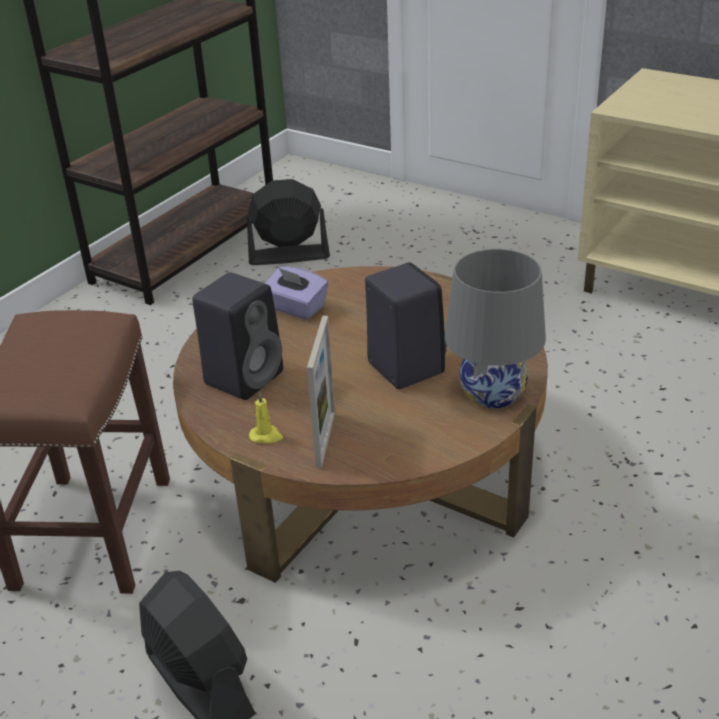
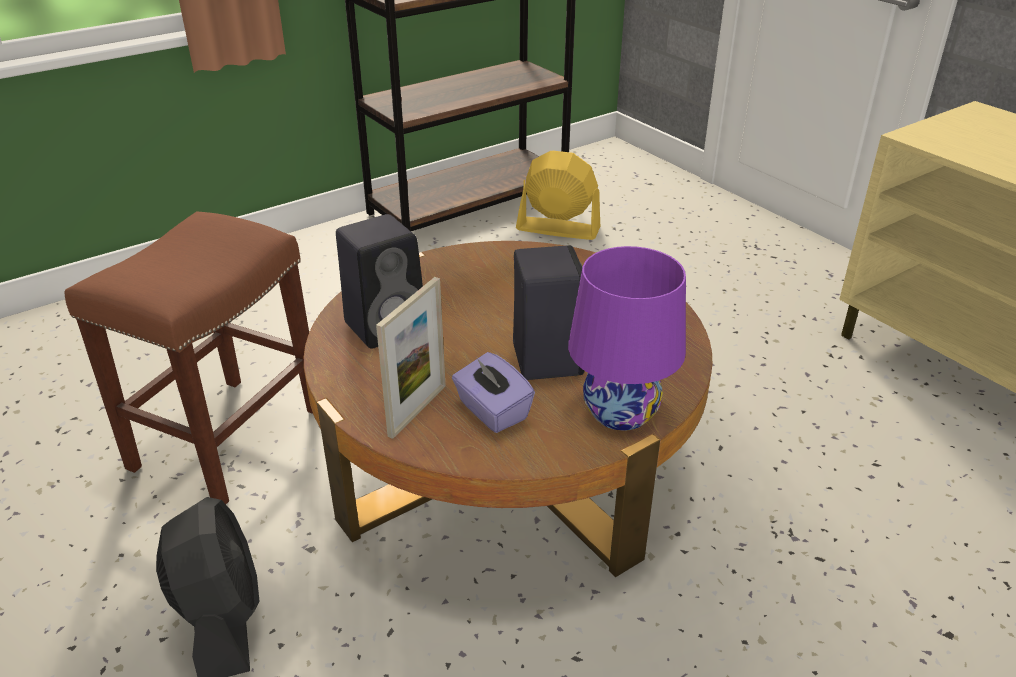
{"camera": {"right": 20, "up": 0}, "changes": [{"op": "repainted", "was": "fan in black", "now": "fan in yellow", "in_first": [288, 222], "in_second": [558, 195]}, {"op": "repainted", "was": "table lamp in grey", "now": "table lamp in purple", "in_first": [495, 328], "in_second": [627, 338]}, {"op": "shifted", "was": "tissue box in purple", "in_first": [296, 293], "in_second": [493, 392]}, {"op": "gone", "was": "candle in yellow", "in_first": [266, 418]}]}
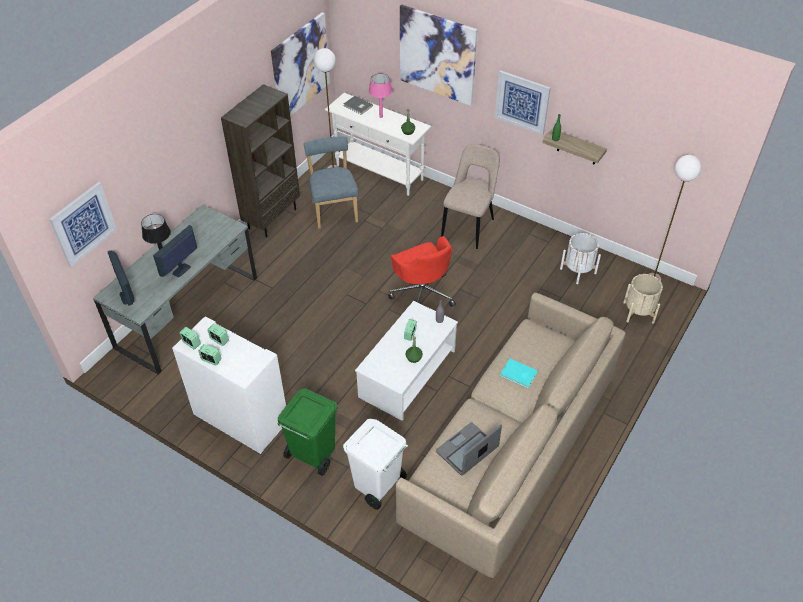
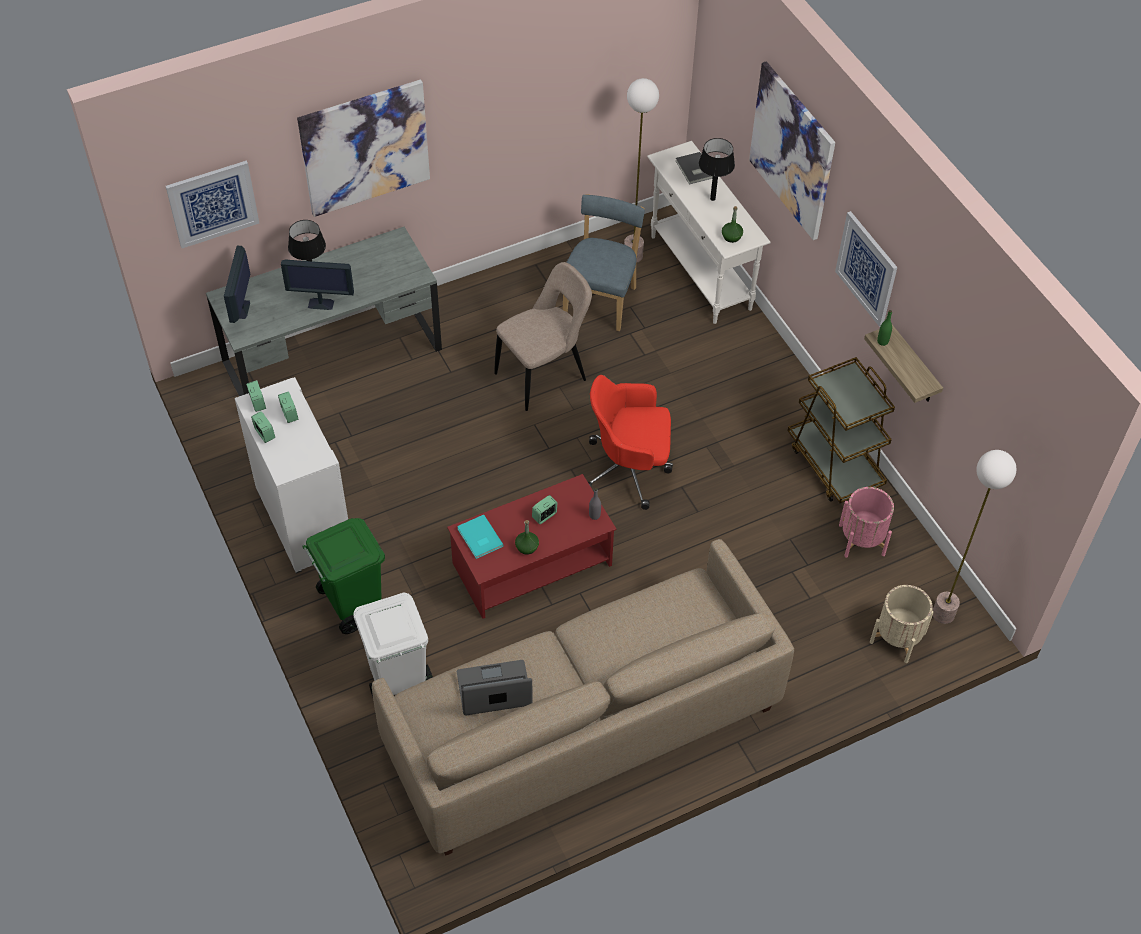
{"camera": {"right": 30, "up": 5}, "changes": [{"op": "shifted", "was": "picture", "in_first": [300, 64], "in_second": [363, 148]}, {"op": "repainted", "was": "table lamp in pink", "now": "table lamp in black", "in_first": [380, 95], "in_second": [717, 169]}, {"op": "gone", "was": "bookcase in brown", "in_first": [260, 161]}, {"op": "shifted", "was": "chair in beige", "in_first": [470, 196], "in_second": [543, 336]}, {"op": "rotated", "was": "monitor", "in_first": [175, 251], "in_second": [317, 284], "clockwise": -150}, {"op": "repainted", "was": "planter in white", "now": "planter in pink", "in_first": [580, 258], "in_second": [866, 522]}, {"op": "rotated", "was": "office chair in red", "in_first": [422, 271], "in_second": [630, 442], "clockwise": 90}, {"op": "repainted", "was": "coffee table in white", "now": "coffee table in red", "in_first": [406, 361], "in_second": [531, 546]}, {"op": "shifted", "was": "book in turquoise", "in_first": [519, 373], "in_second": [480, 537]}, {"op": "new", "now": "cart in brown", "in_second": [841, 430]}]}
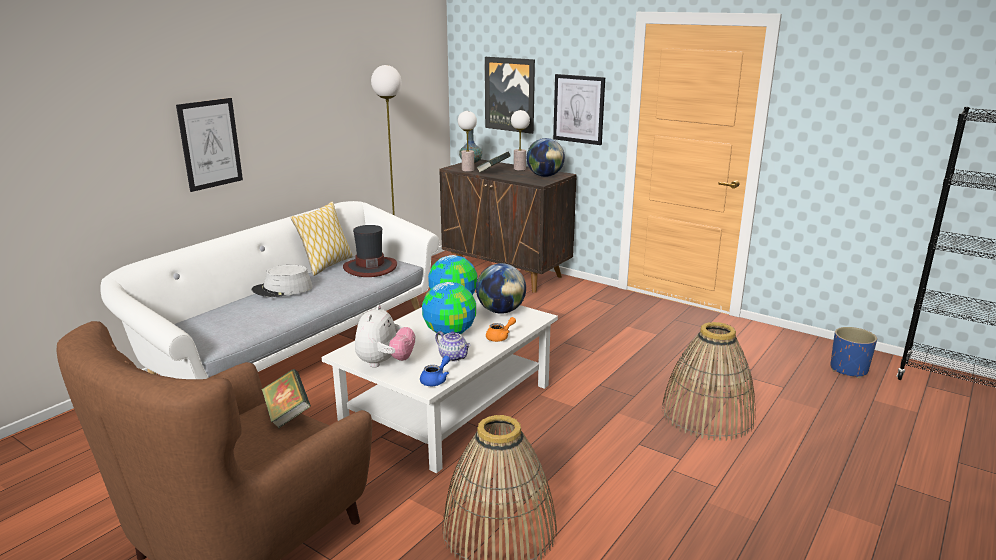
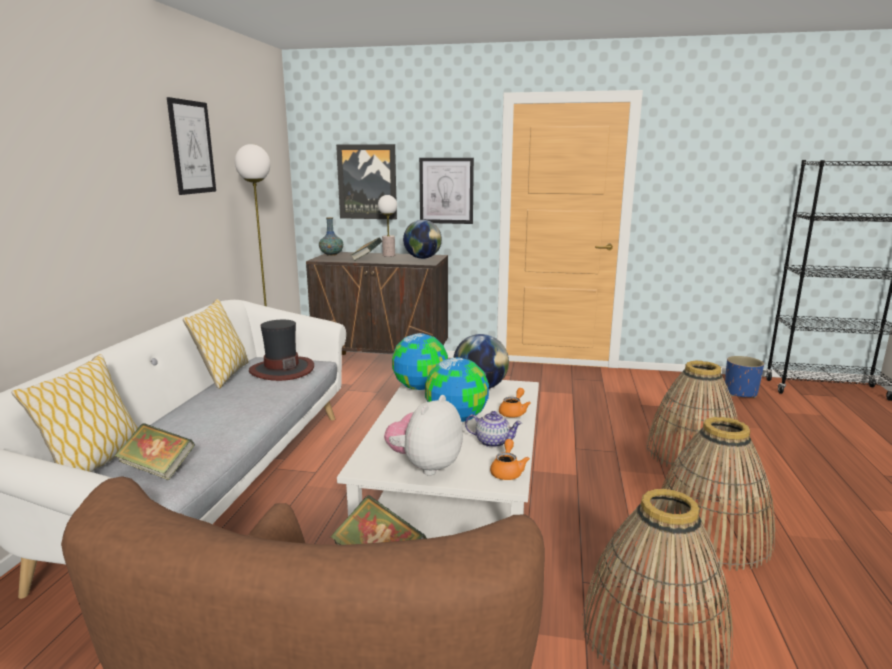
{"camera": {"right": -25, "up": -5}, "changes": [{"op": "shifted", "was": "picture", "in_first": [209, 145], "in_second": [191, 146]}, {"op": "gone", "was": "table lamp", "in_first": [467, 141]}, {"op": "gone", "was": "hat in grey", "in_first": [282, 281]}, {"op": "rotated", "was": "plush toy", "in_first": [385, 336], "in_second": [423, 435], "clockwise": -135}, {"op": "repainted", "was": "teapot in blue", "now": "teapot in orange", "in_first": [435, 370], "in_second": [510, 459]}, {"op": "new", "now": "pillow", "in_second": [74, 413]}, {"op": "new", "now": "basket", "in_second": [717, 494]}, {"op": "new", "now": "book", "in_second": [155, 451]}]}
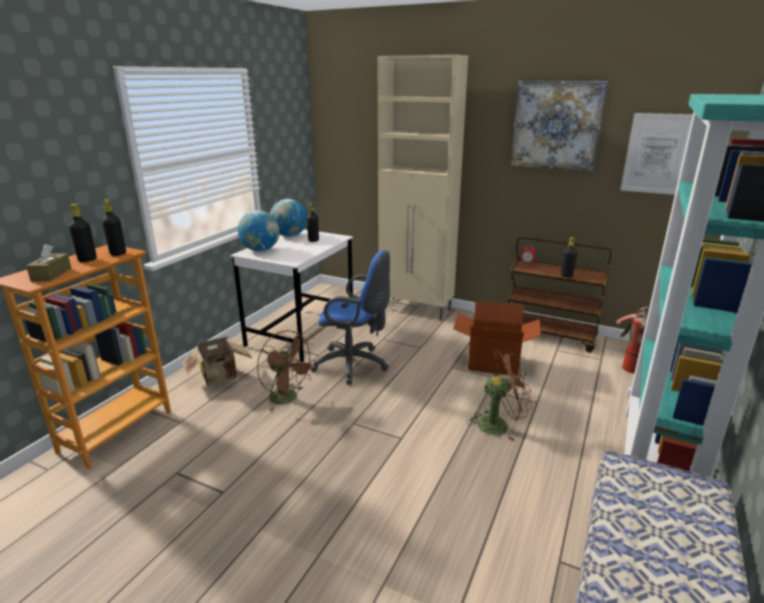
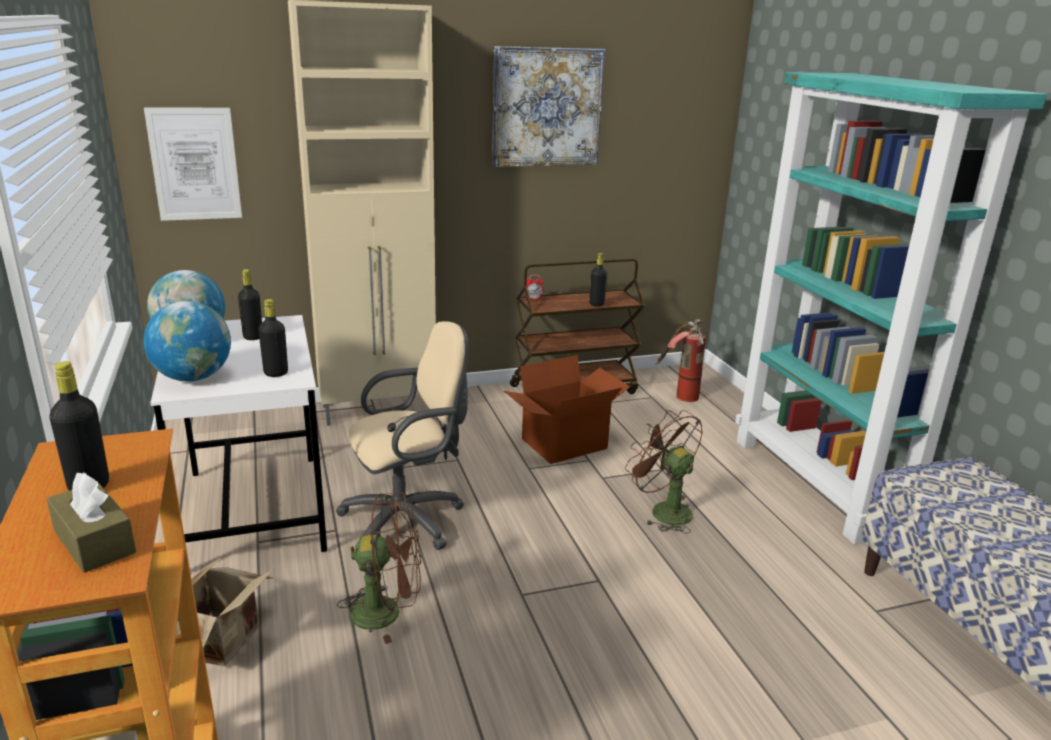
{"camera": {"right": -45, "up": 0}, "changes": [{"op": "shifted", "was": "picture", "in_first": [656, 154], "in_second": [193, 164]}, {"op": "shifted", "was": "bottle in black", "in_first": [114, 227], "in_second": [273, 338]}, {"op": "repainted", "was": "office chair in blue", "now": "office chair in beige", "in_first": [350, 317], "in_second": [402, 435]}, {"op": "rotated", "was": "fan in brown", "in_first": [500, 395], "in_second": [664, 472], "clockwise": -75}]}
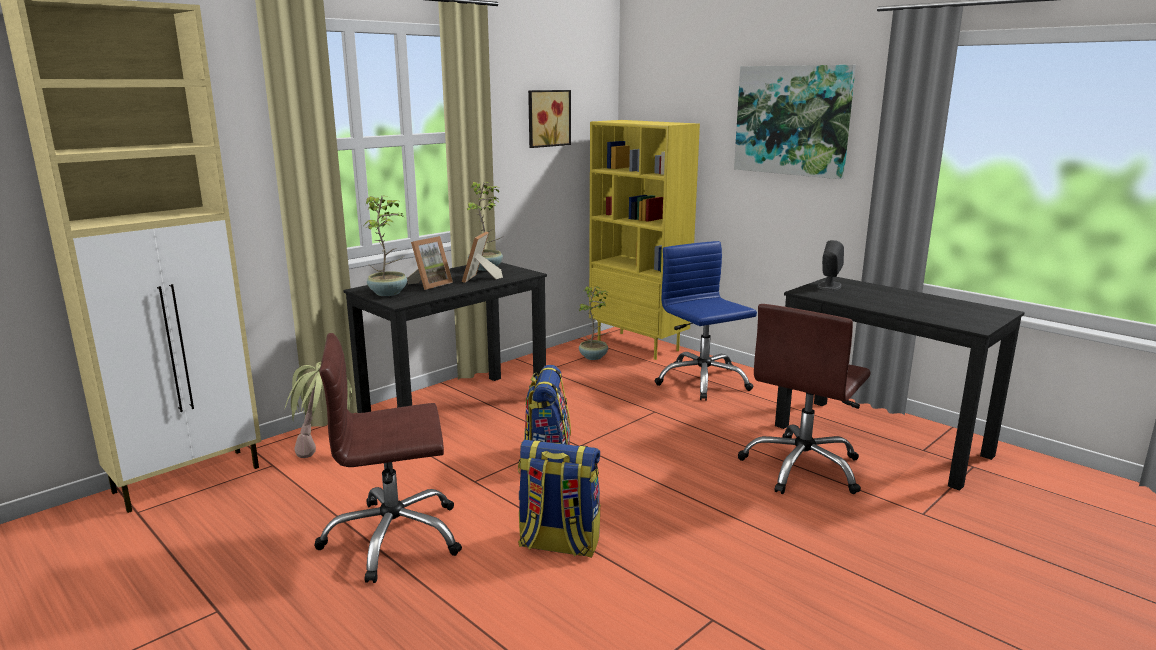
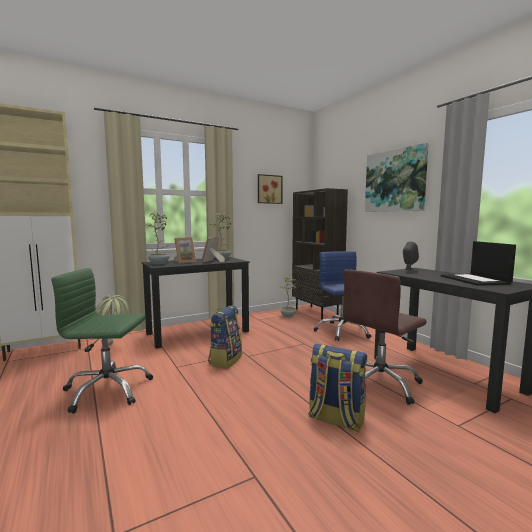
{"camera": {"right": 15, "up": -10}, "changes": [{"op": "repainted", "was": "bookcase in yellow", "now": "bookcase in brown", "in_first": [644, 240], "in_second": [320, 254]}, {"op": "repainted", "was": "office chair in brown", "now": "office chair in green", "in_first": [388, 458], "in_second": [102, 341]}, {"op": "shifted", "was": "backpack", "in_first": [559, 499], "in_second": [337, 388]}, {"op": "new", "now": "laptop", "in_second": [478, 263]}]}
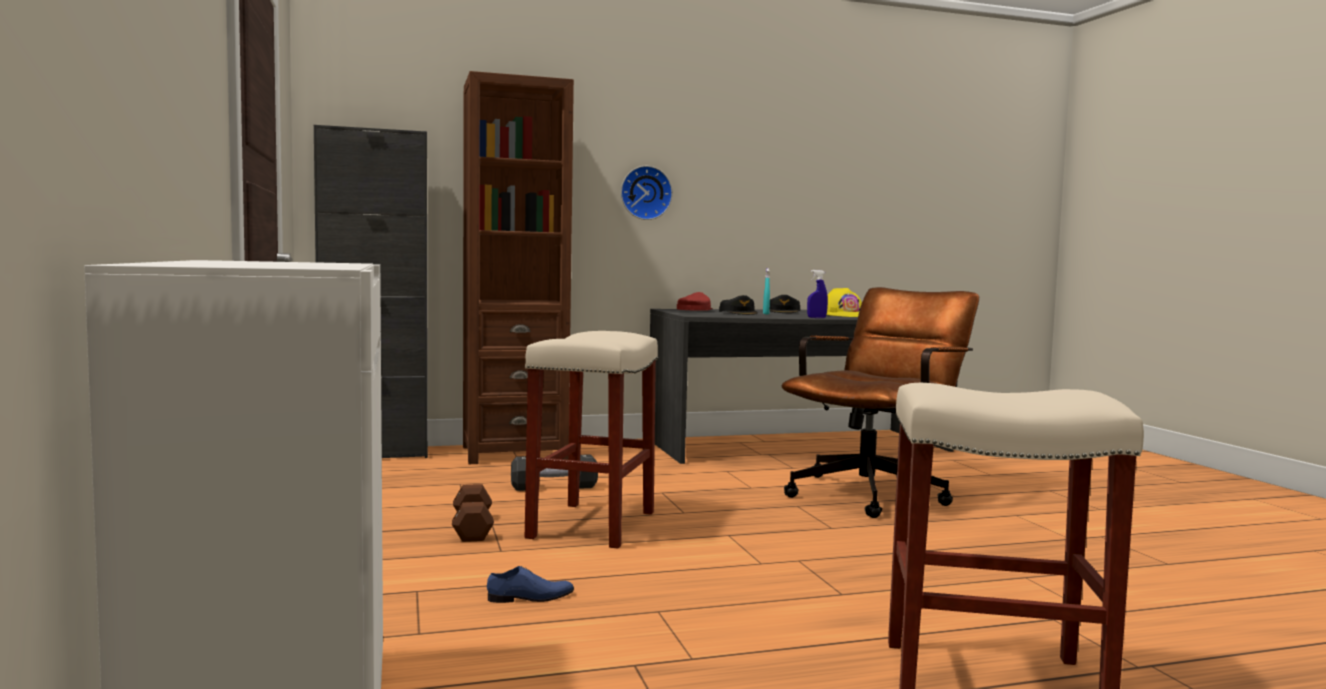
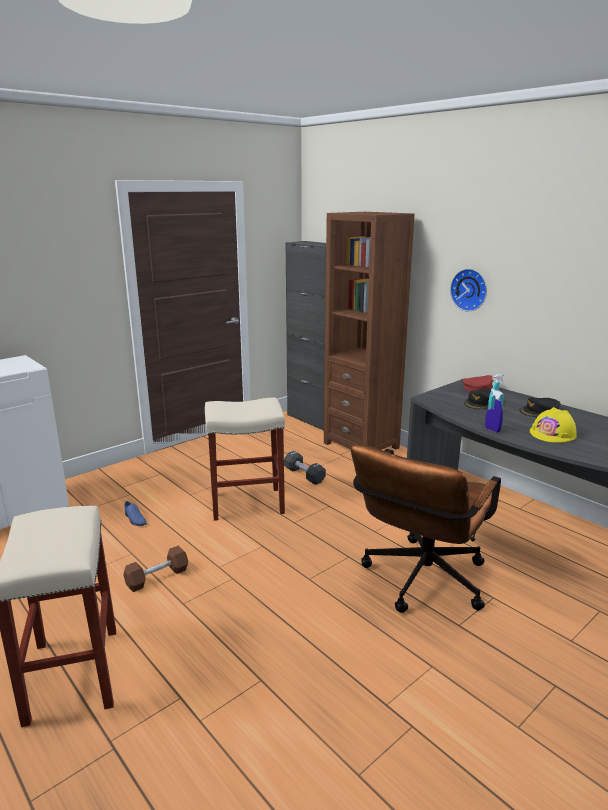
{"camera": {"right": 65, "up": 15}, "changes": [{"op": "rotated", "was": "office chair in brown", "in_first": [880, 402], "in_second": [425, 528], "clockwise": 105}, {"op": "shifted", "was": "dumbbell in brown", "in_first": [473, 513], "in_second": [155, 569]}]}
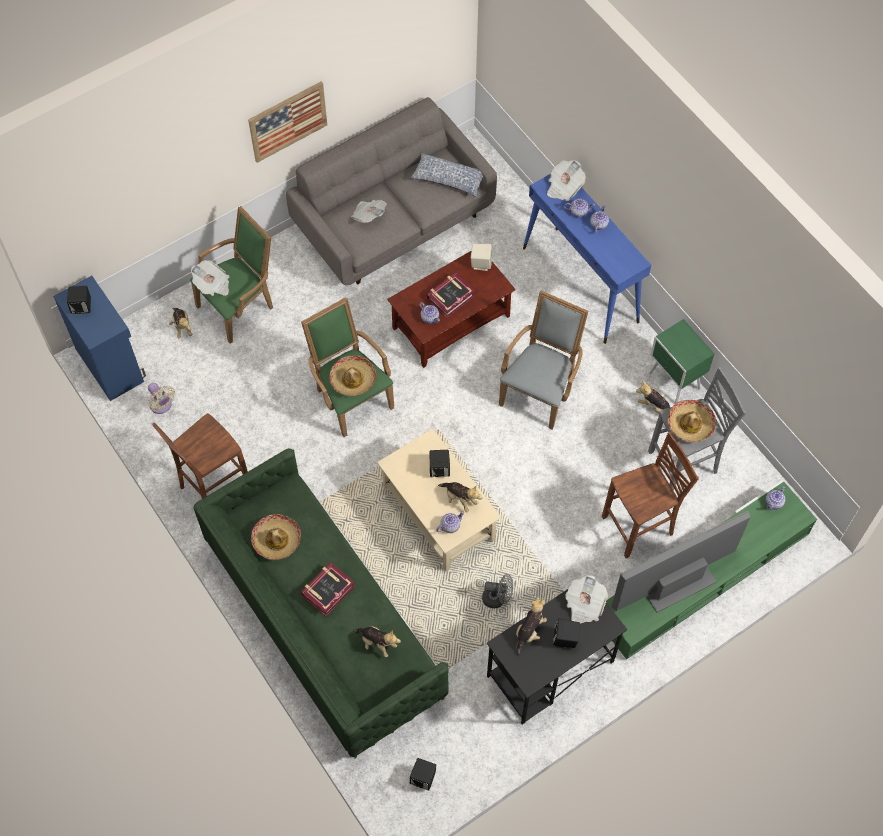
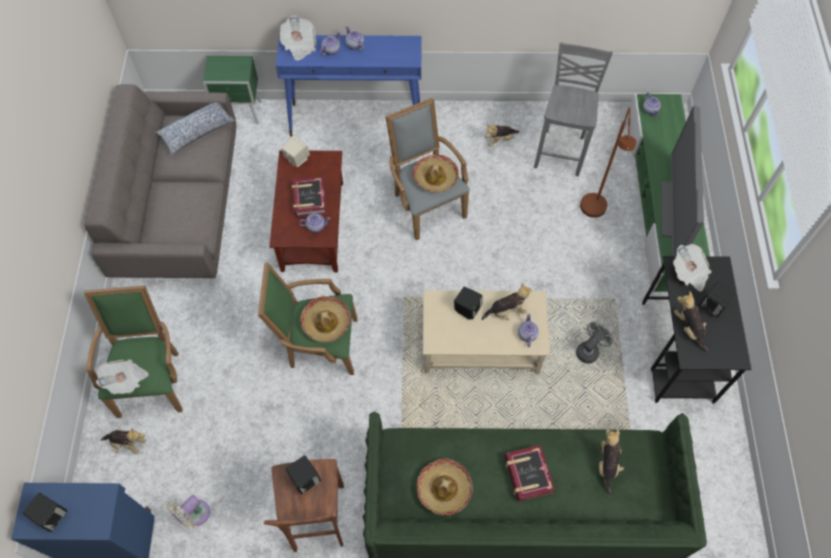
{"camera": {"right": -55, "up": 0}, "changes": [{"op": "gone", "was": "picture", "in_first": [287, 122]}, {"op": "gone", "was": "newspaper", "in_first": [369, 211]}, {"op": "shifted", "was": "nightstand in green", "in_first": [682, 361], "in_second": [232, 90]}, {"op": "rotated", "was": "fan in beige", "in_first": [161, 398], "in_second": [188, 512], "clockwise": 135}, {"op": "shifted", "was": "hat", "in_first": [692, 421], "in_second": [435, 173]}, {"op": "swapped", "was": "stool in brown", "now": "floor lamp in brown", "in_first": [650, 495], "in_second": [608, 163]}, {"op": "rotated", "was": "plush toy", "in_first": [376, 641], "in_second": [611, 462], "clockwise": -60}, {"op": "shifted", "was": "speaker in black", "in_first": [423, 774], "in_second": [303, 475]}]}
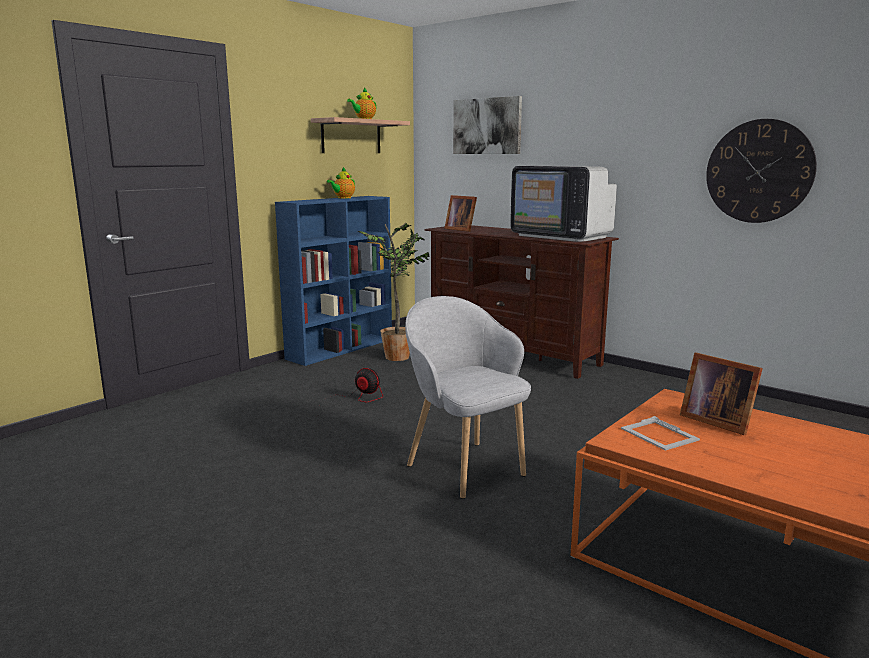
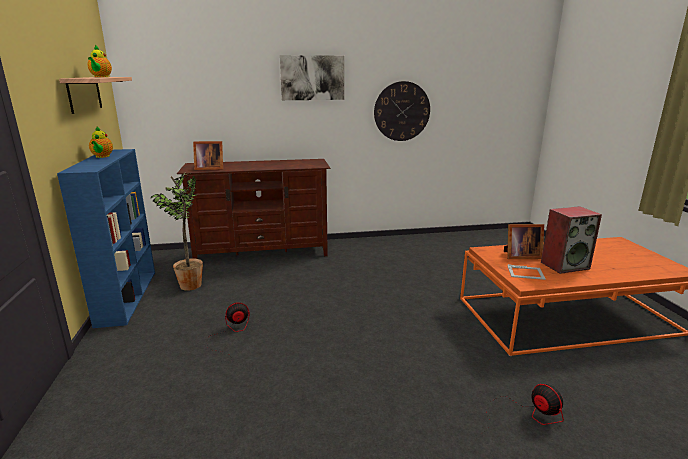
{"camera": {"right": -50, "up": 5}, "changes": [{"op": "shifted", "was": "picture", "in_first": [487, 125], "in_second": [312, 77]}, {"op": "gone", "was": "television", "in_first": [563, 204]}, {"op": "gone", "was": "armchair in grey", "in_first": [468, 397]}, {"op": "new", "now": "speaker", "in_second": [571, 240]}, {"op": "new", "now": "fan", "in_second": [522, 409]}]}
